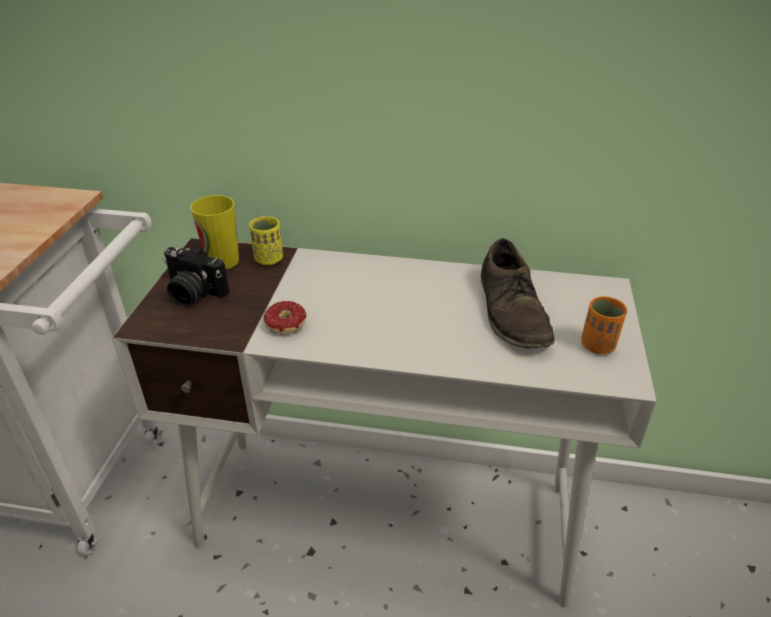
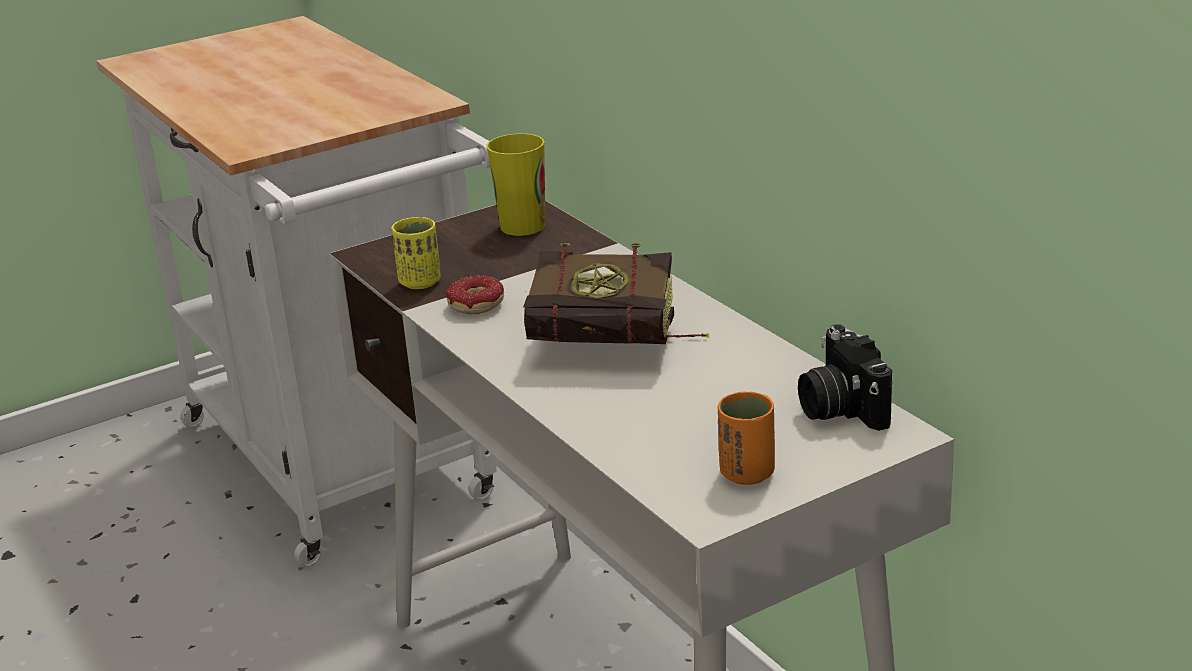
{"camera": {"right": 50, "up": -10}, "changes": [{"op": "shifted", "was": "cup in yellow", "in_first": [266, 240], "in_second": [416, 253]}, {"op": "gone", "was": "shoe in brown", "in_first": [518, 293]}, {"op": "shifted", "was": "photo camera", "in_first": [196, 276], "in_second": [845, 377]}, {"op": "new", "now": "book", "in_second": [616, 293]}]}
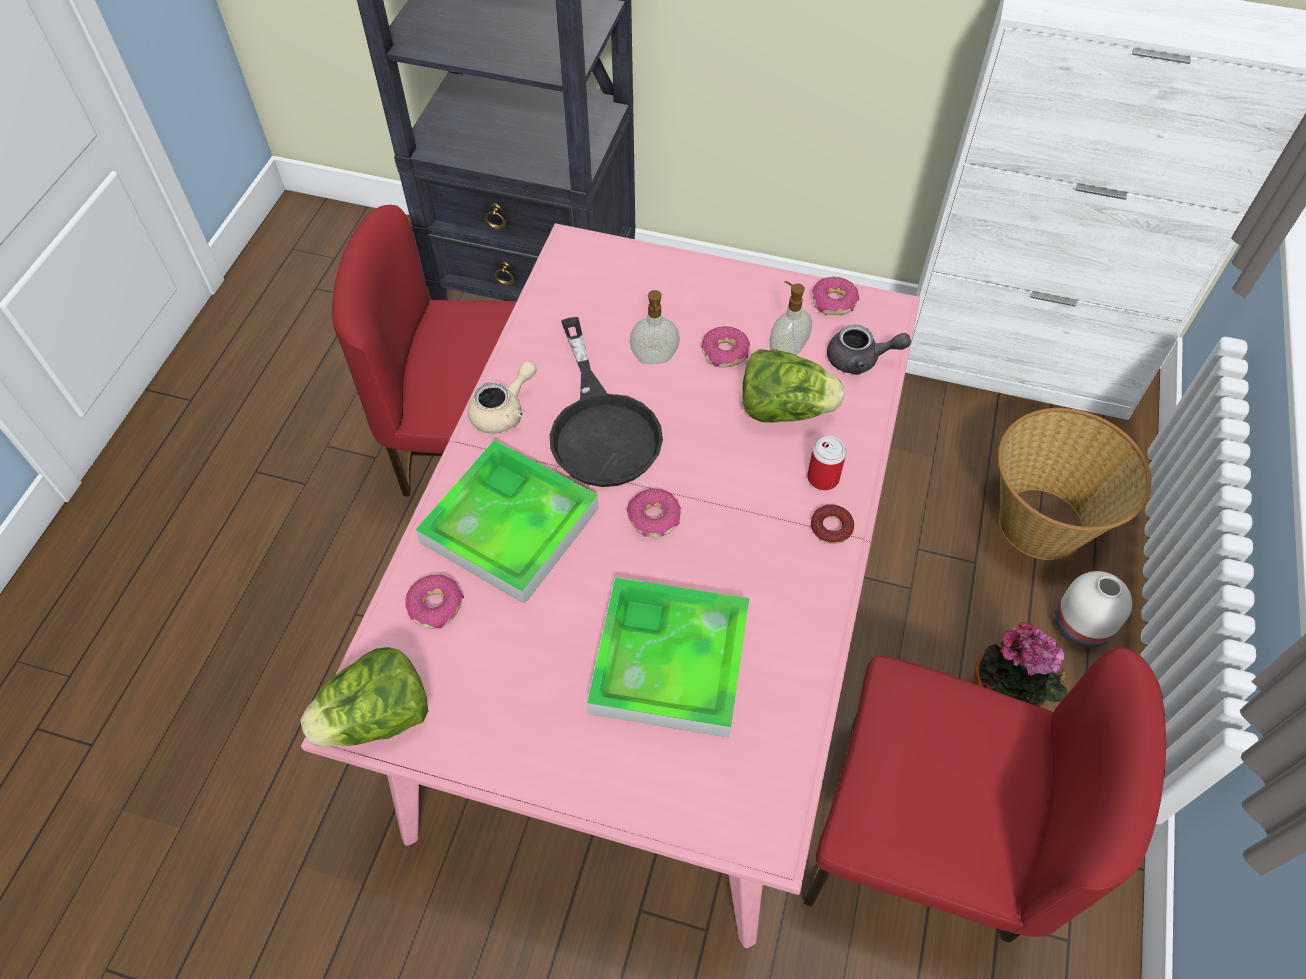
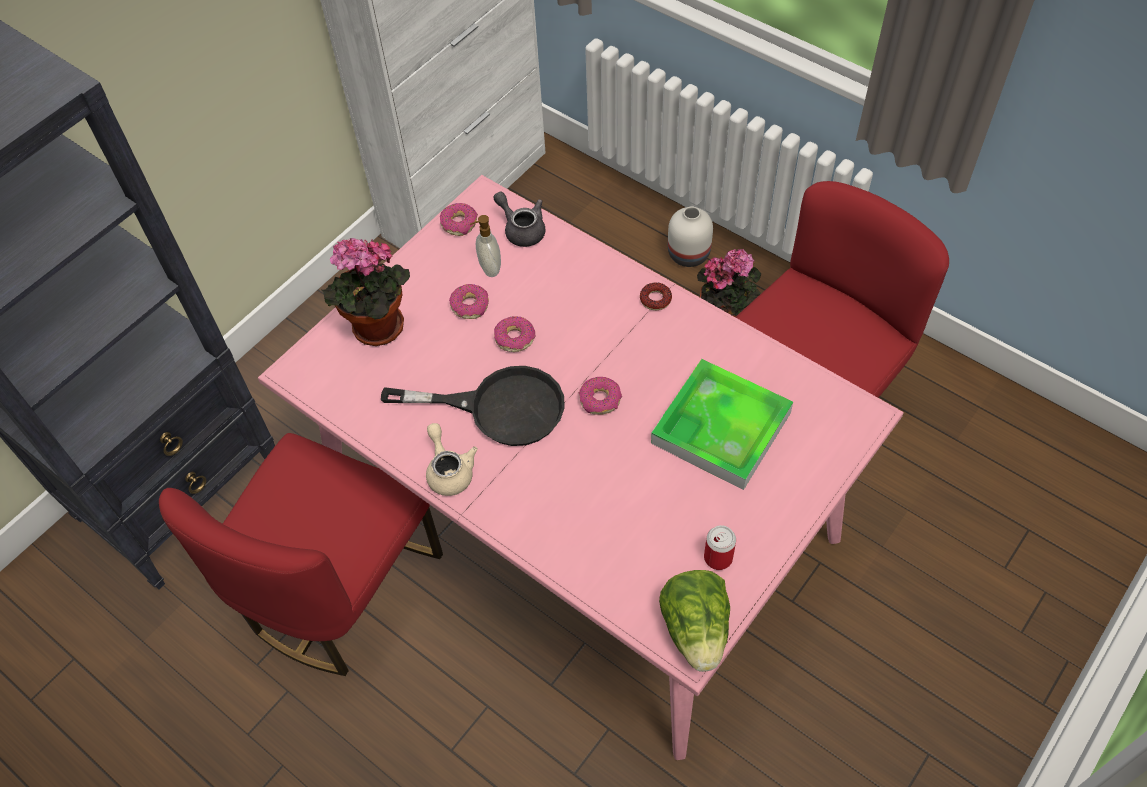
{"camera": {"right": -65, "up": 0}, "changes": [{"op": "gone", "was": "soap dispenser", "in_first": [654, 327]}, {"op": "rotated", "was": "teapot in grey", "in_first": [869, 350], "in_second": [519, 219], "clockwise": -75}, {"op": "gone", "was": "lettuce", "in_first": [793, 386]}, {"op": "gone", "was": "basket", "in_first": [1074, 484]}, {"op": "shifted", "was": "can", "in_first": [826, 463], "in_second": [720, 547]}, {"op": "gone", "was": "tray", "in_first": [507, 522]}, {"op": "shifted", "was": "donut", "in_first": [434, 602], "in_second": [515, 334]}, {"op": "new", "now": "potted plant", "in_second": [365, 292]}]}
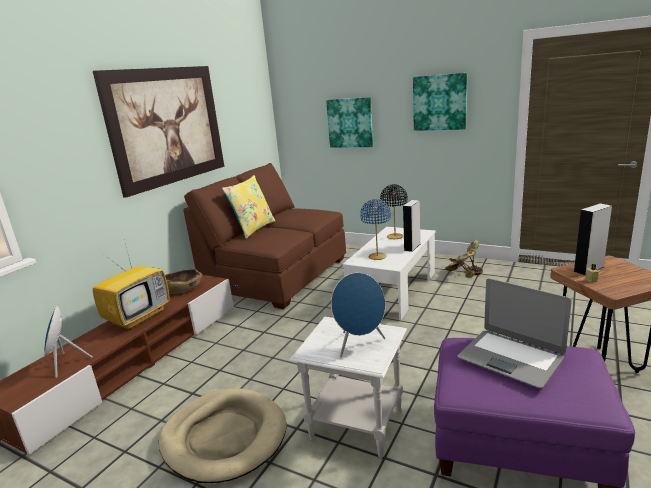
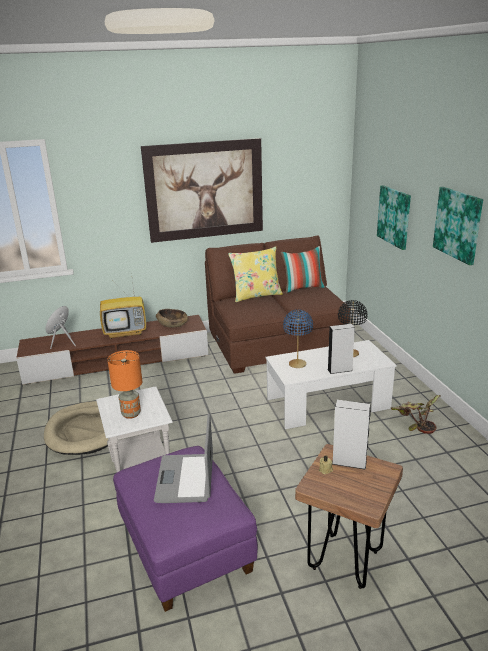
{"camera": {"right": 45, "up": 5}, "changes": [{"op": "swapped", "was": "speaker in blue", "now": "table lamp in orange", "in_first": [358, 315], "in_second": [125, 384]}, {"op": "new", "now": "pillow", "in_second": [303, 269]}]}
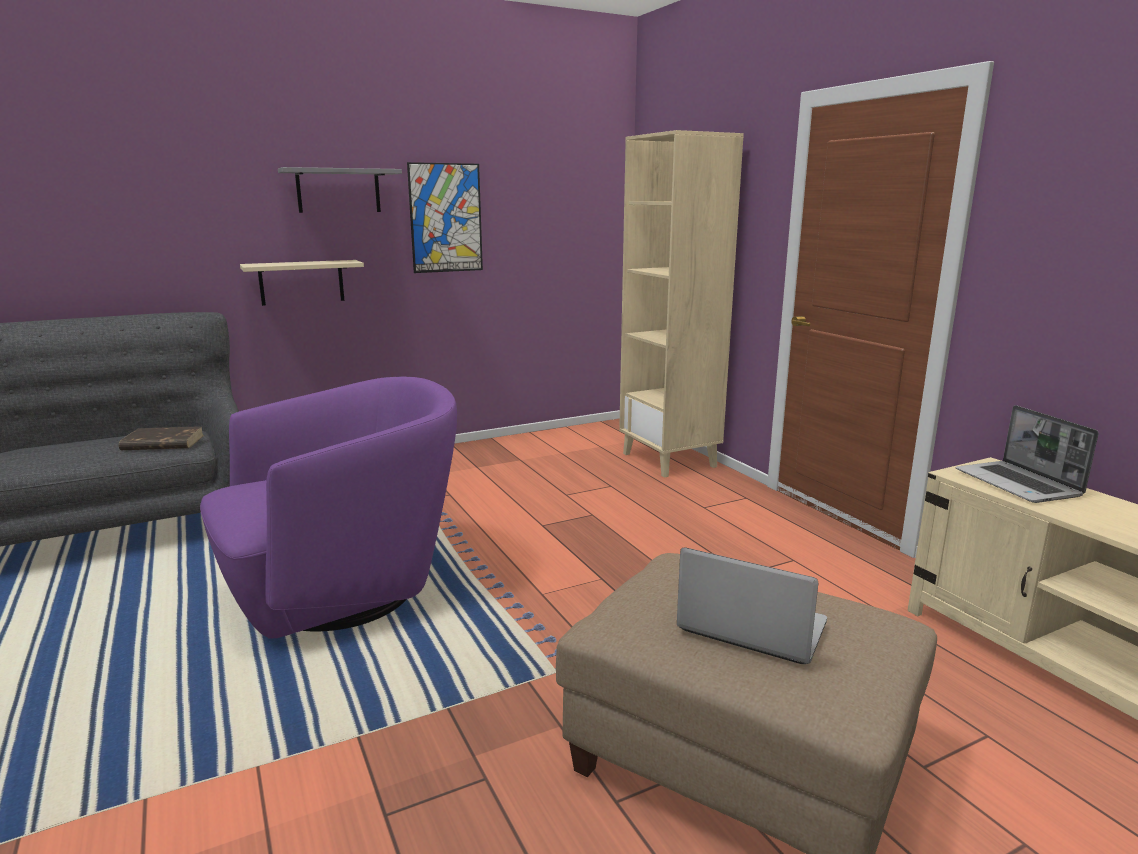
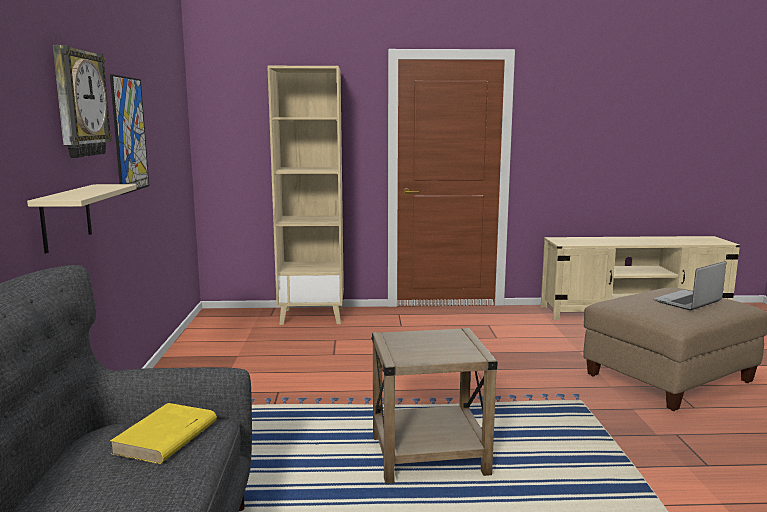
{"camera": {"right": -65, "up": -5}, "changes": [{"op": "swapped", "was": "shelf in grey", "now": "wall clock", "in_first": [340, 190], "in_second": [82, 101]}, {"op": "swapped", "was": "armchair in purple", "now": "side table in beige", "in_first": [328, 508], "in_second": [434, 406]}, {"op": "gone", "was": "laptop", "in_first": [1027, 454]}, {"op": "repainted", "was": "book in brown", "now": "book in yellow", "in_first": [161, 438], "in_second": [163, 433]}]}
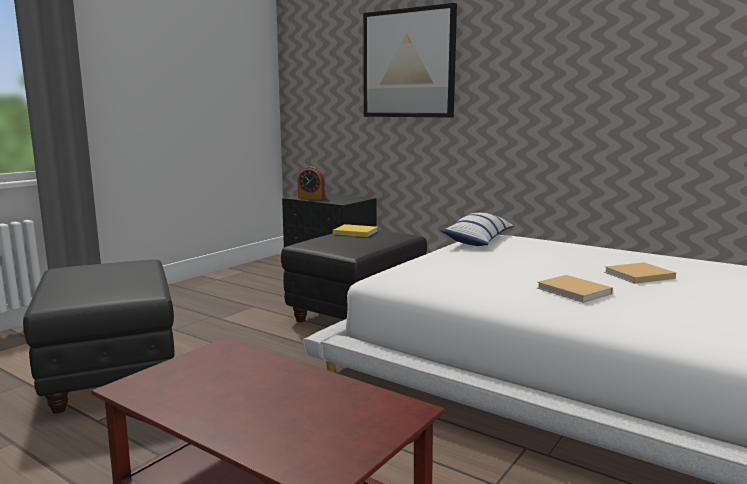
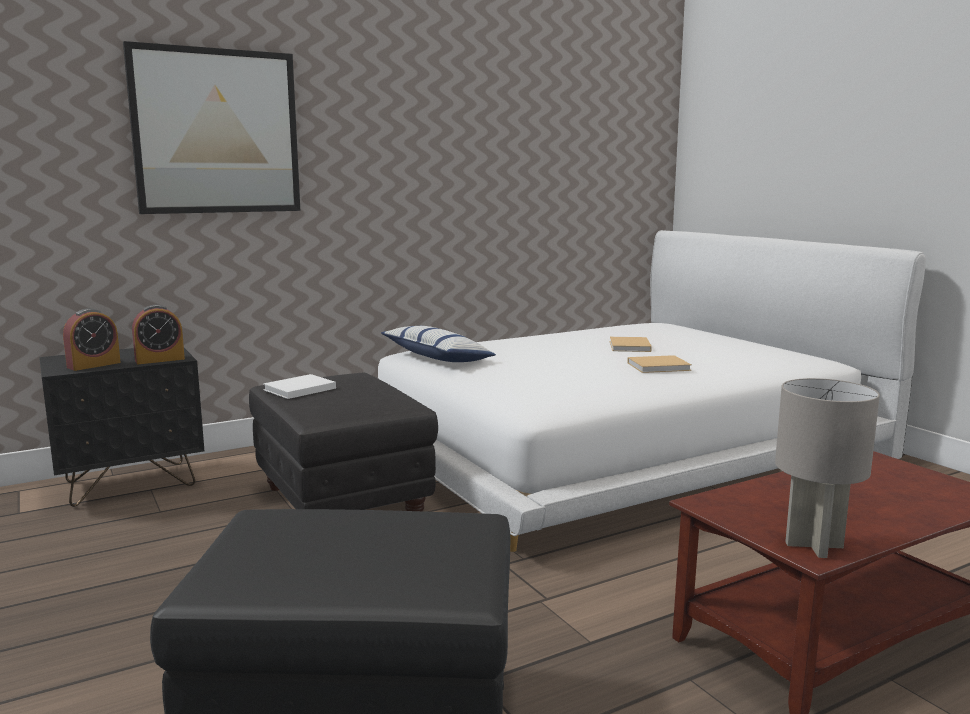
{"camera": {"right": -65, "up": 0}, "changes": [{"op": "repainted", "was": "book in yellow", "now": "book in white", "in_first": [355, 230], "in_second": [299, 386]}, {"op": "new", "now": "alarm clock", "in_second": [158, 334]}, {"op": "new", "now": "table lamp in grey", "in_second": [827, 468]}]}
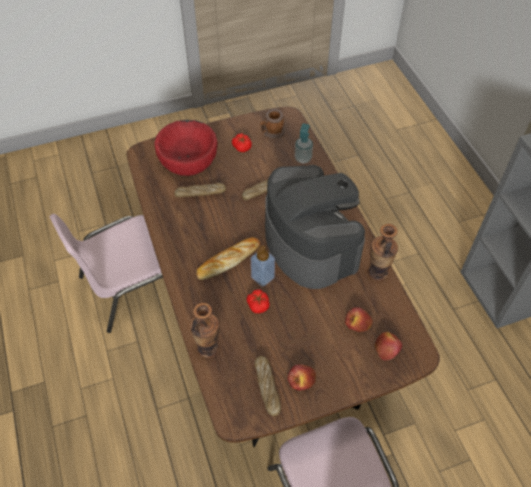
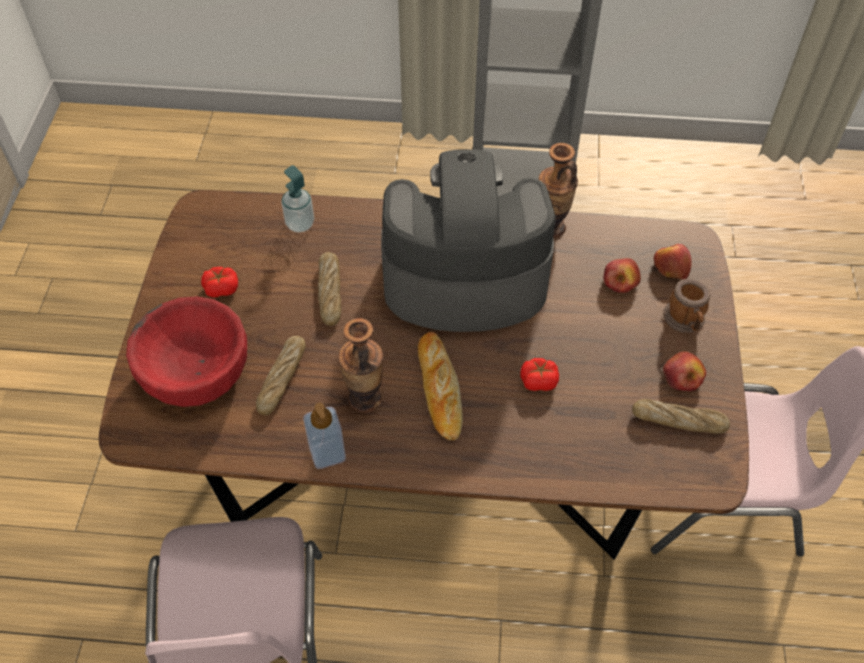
{"camera": {"right": -65, "up": 0}, "changes": [{"op": "shifted", "was": "mug", "in_first": [272, 124], "in_second": [686, 306]}, {"op": "shifted", "was": "soap dispenser", "in_first": [263, 266], "in_second": [324, 436]}, {"op": "shifted", "was": "vase", "in_first": [204, 330], "in_second": [360, 365]}]}
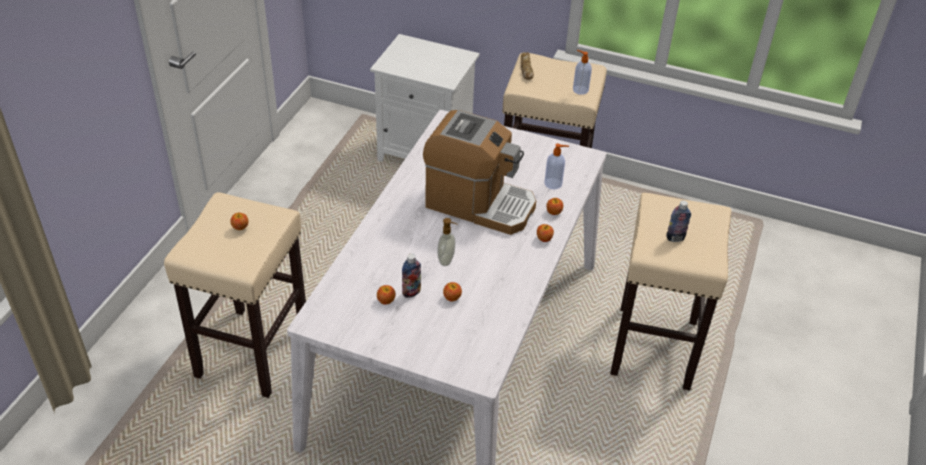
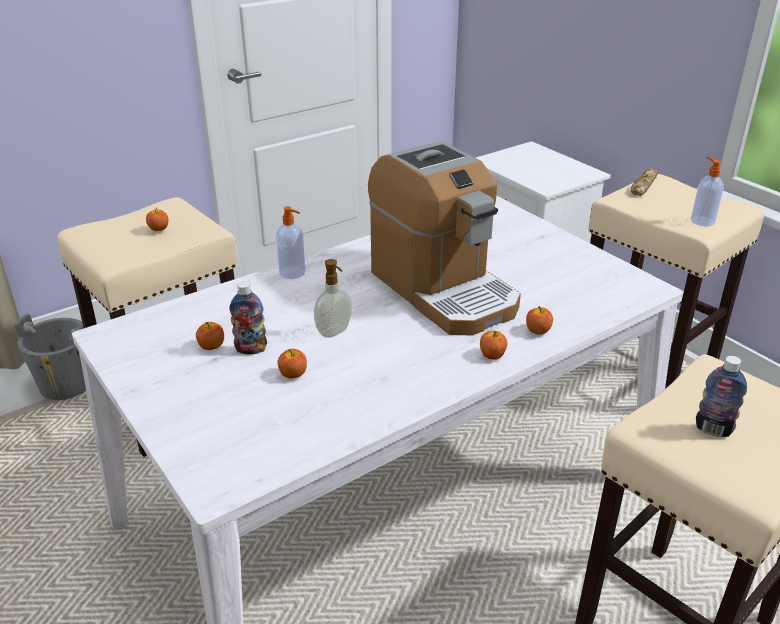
{"camera": {"right": 35, "up": -10}, "changes": [{"op": "shifted", "was": "soap dispenser", "in_first": [556, 166], "in_second": [290, 242]}, {"op": "new", "now": "bucket in grey", "in_second": [50, 356]}]}
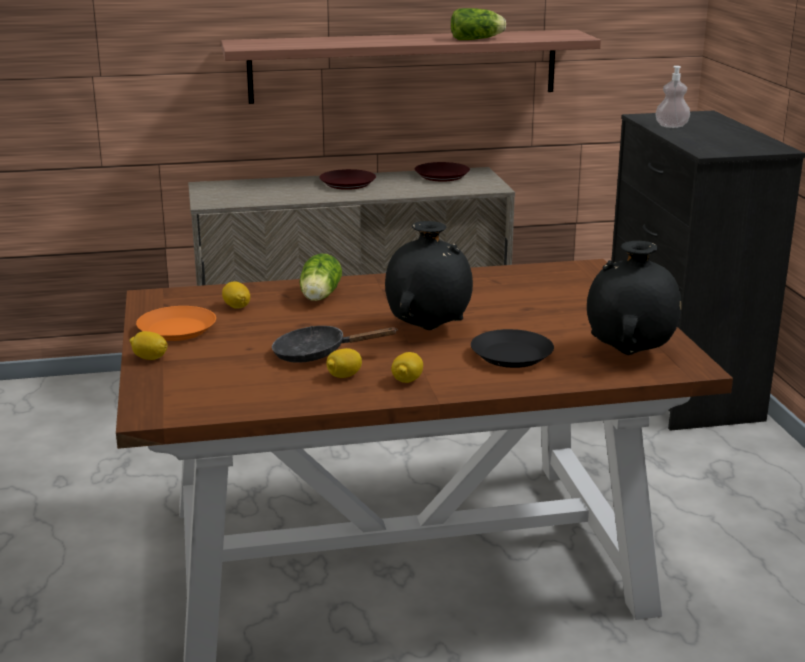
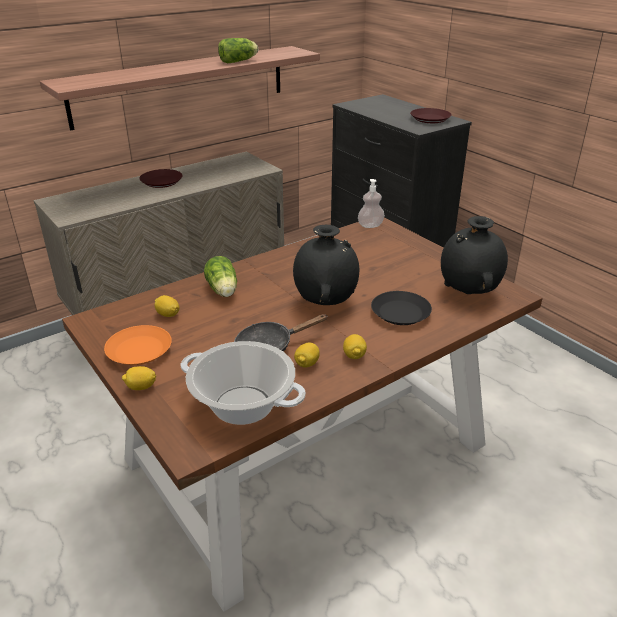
{"camera": {"right": -25, "up": 10}, "changes": [{"op": "shifted", "was": "soap dispenser", "in_first": [672, 97], "in_second": [371, 203]}, {"op": "shifted", "was": "plate in brown", "in_first": [442, 172], "in_second": [431, 115]}, {"op": "new", "now": "cooking pot", "in_second": [243, 383]}]}
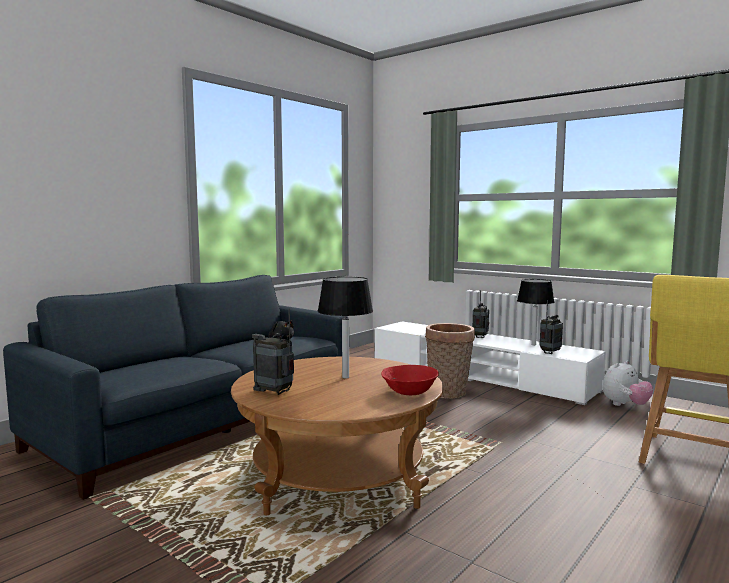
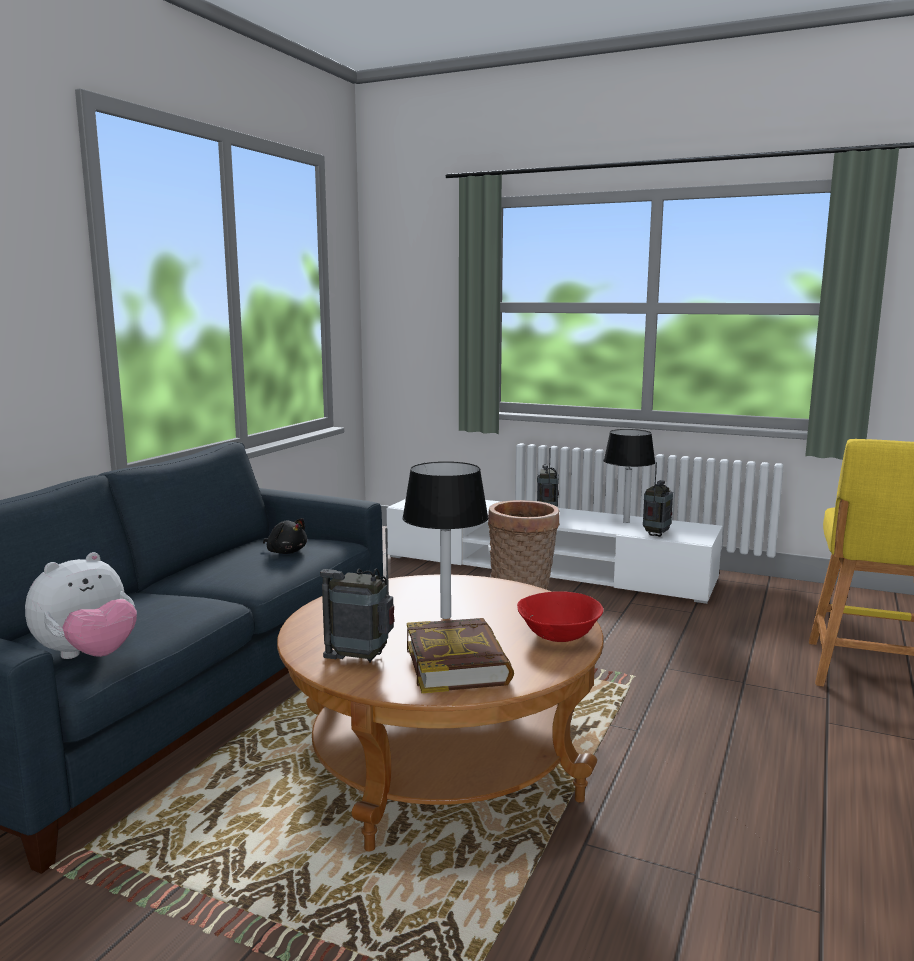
{"camera": {"right": -15, "up": 5}, "changes": [{"op": "shifted", "was": "plush toy", "in_first": [628, 383], "in_second": [81, 605]}, {"op": "new", "now": "book", "in_second": [460, 655]}]}
